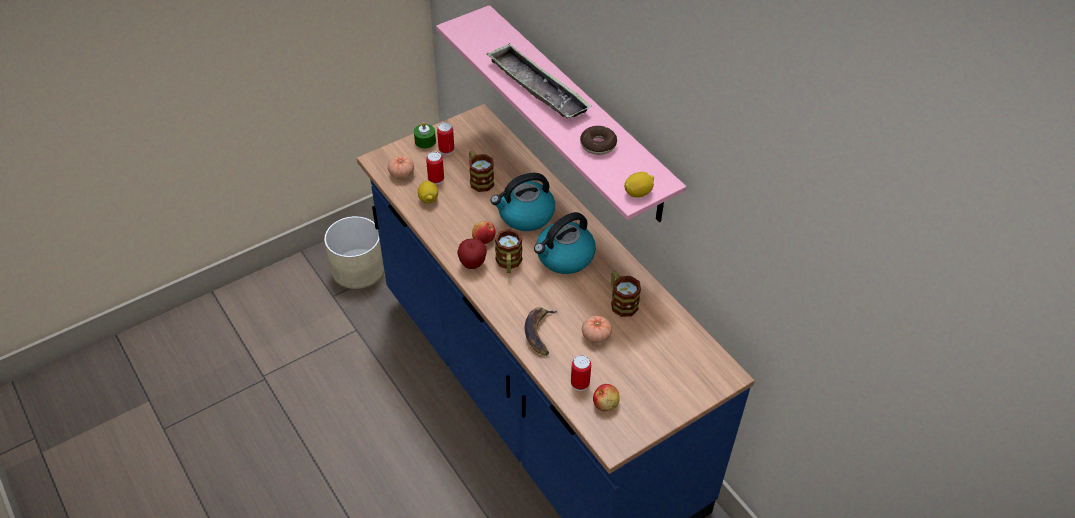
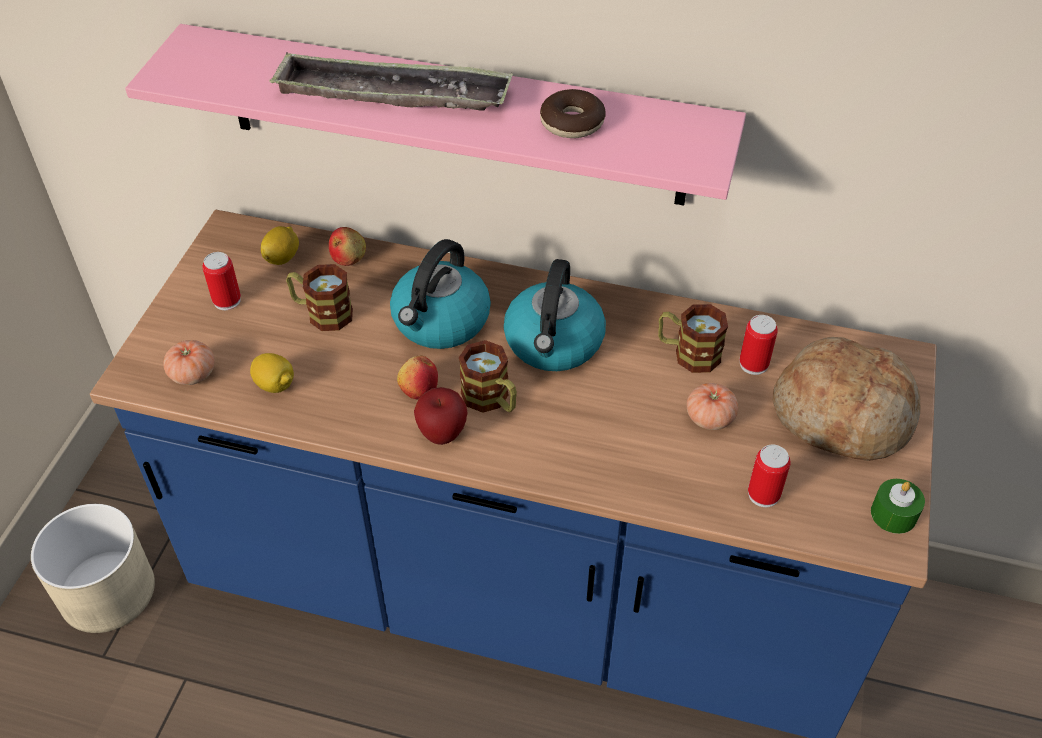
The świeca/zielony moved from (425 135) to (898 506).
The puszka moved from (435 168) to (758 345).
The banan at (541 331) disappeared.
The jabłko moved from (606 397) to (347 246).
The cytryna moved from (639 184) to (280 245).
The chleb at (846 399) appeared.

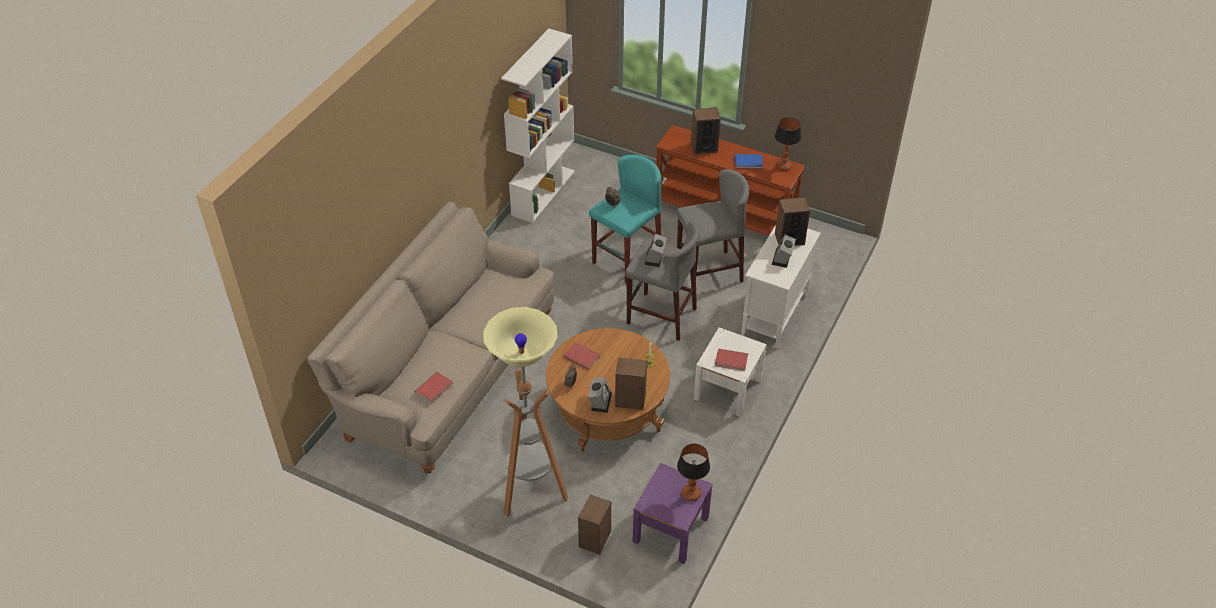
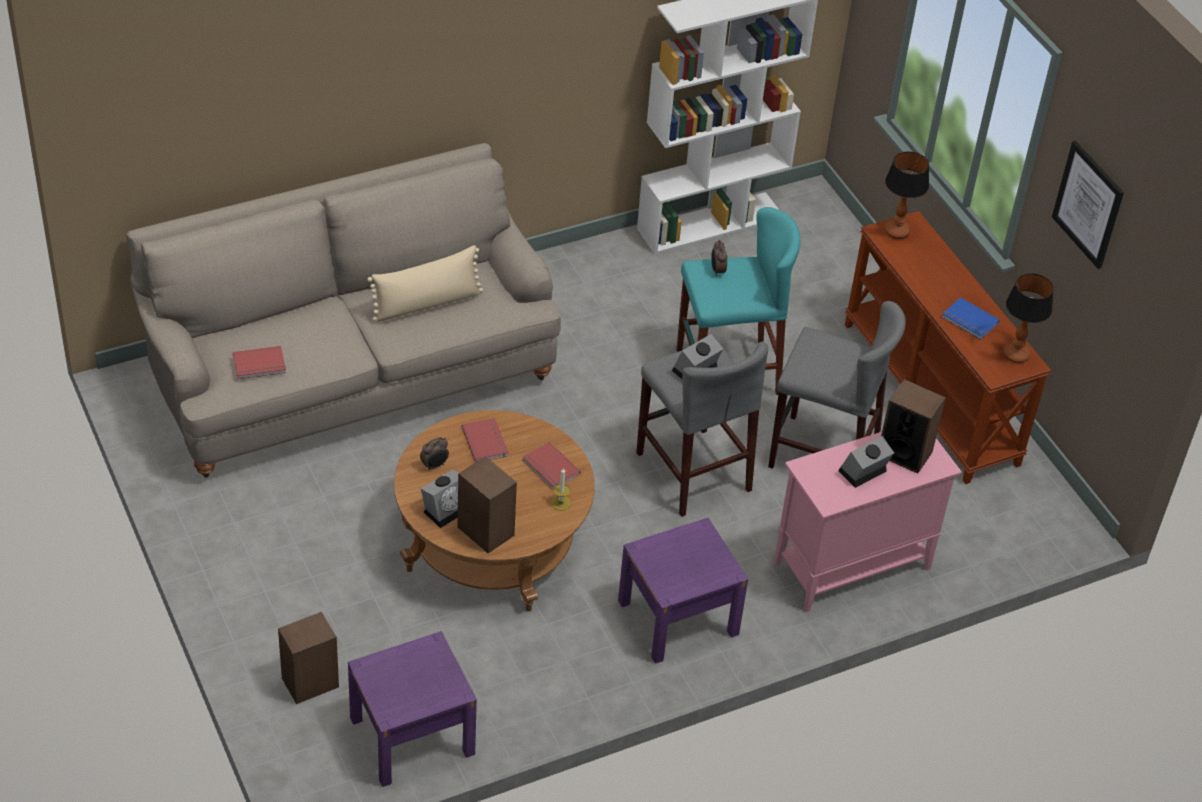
The lampa stojąca at (525 412) disappeared.
The lampa stołowa moved from (693 472) to (907 195).
The głośnik at (706 131) disappeared.
The szafka nocna/biały at (730 372) became the szafka nocna/fioletowy at (683 591).
The książka/czerwony moved from (731 360) to (552 465).
The szafka/biały at (781 287) became the szafka/różowy at (868 522).
The poduszka/beżowy at (425 283) appeared.
The obraz at (1088 205) appeared.

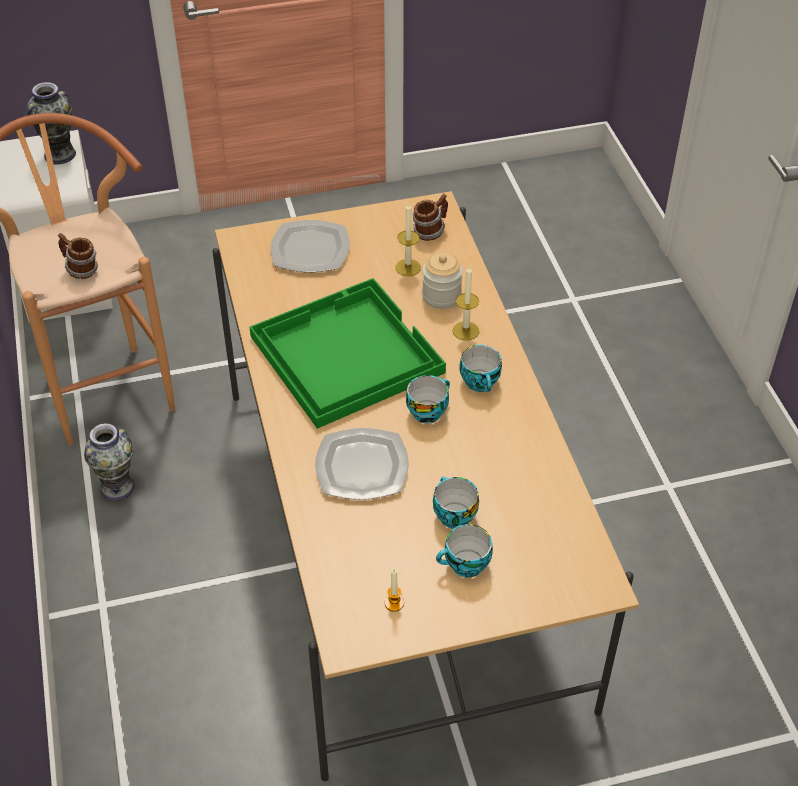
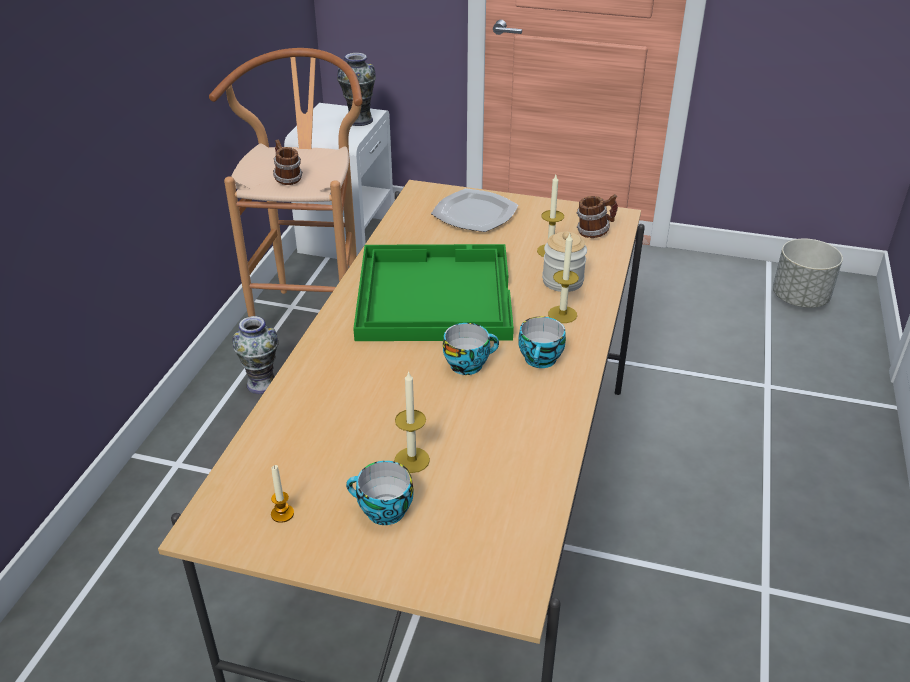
The talerz at (362 464) disappeared.
The filiżanka at (456 502) was replaced by the świeca at (412 422).
The donica/szary at (808 273) appeared.

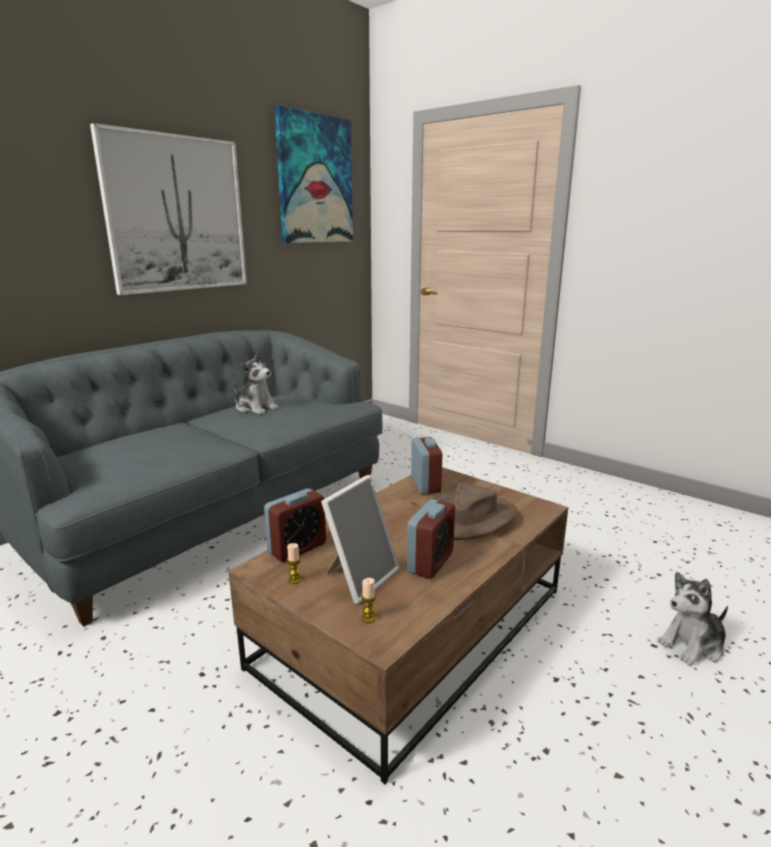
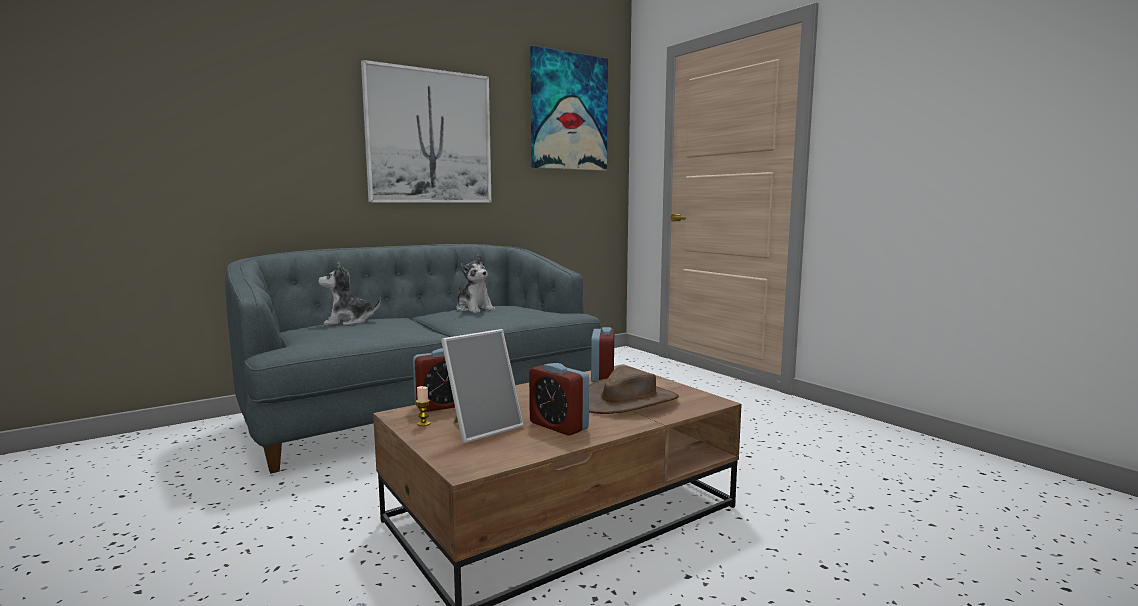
The świeca at (368 600) disappeared.
The budzik at (431 539) turned 90 degrees clockwise.
The pluszak moved from (692 619) to (350 294).

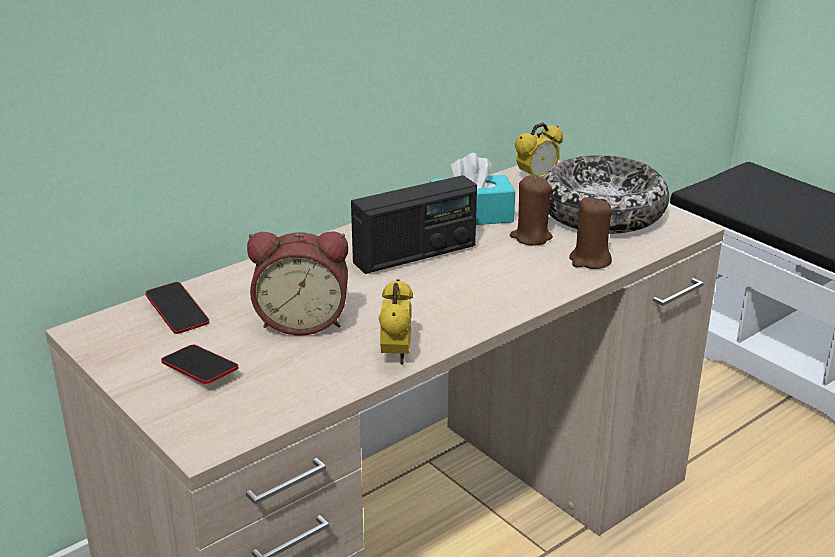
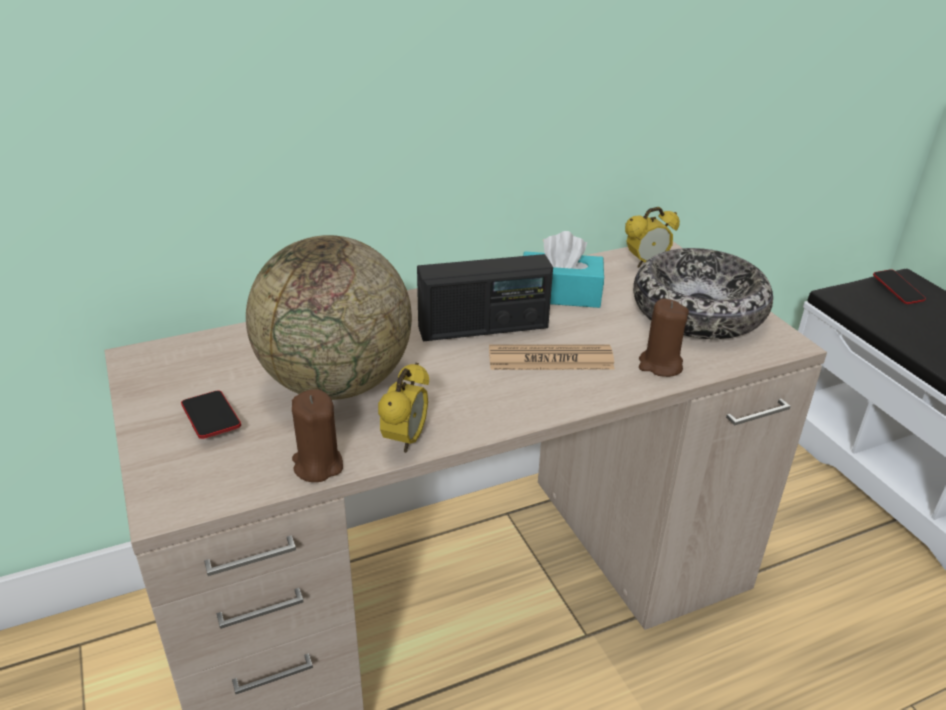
The telefon moved from (177 308) to (899 286).
The budzik at (297 283) was replaced by the globus at (329 317).
The świeca/brązowy moved from (531 210) to (317 435).
The gazeta at (552 357) appeared.

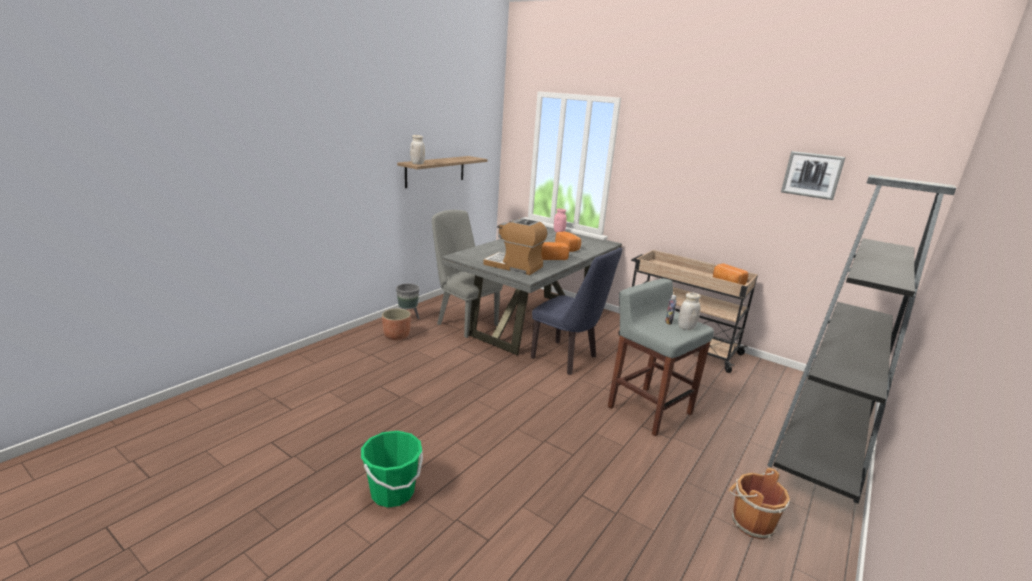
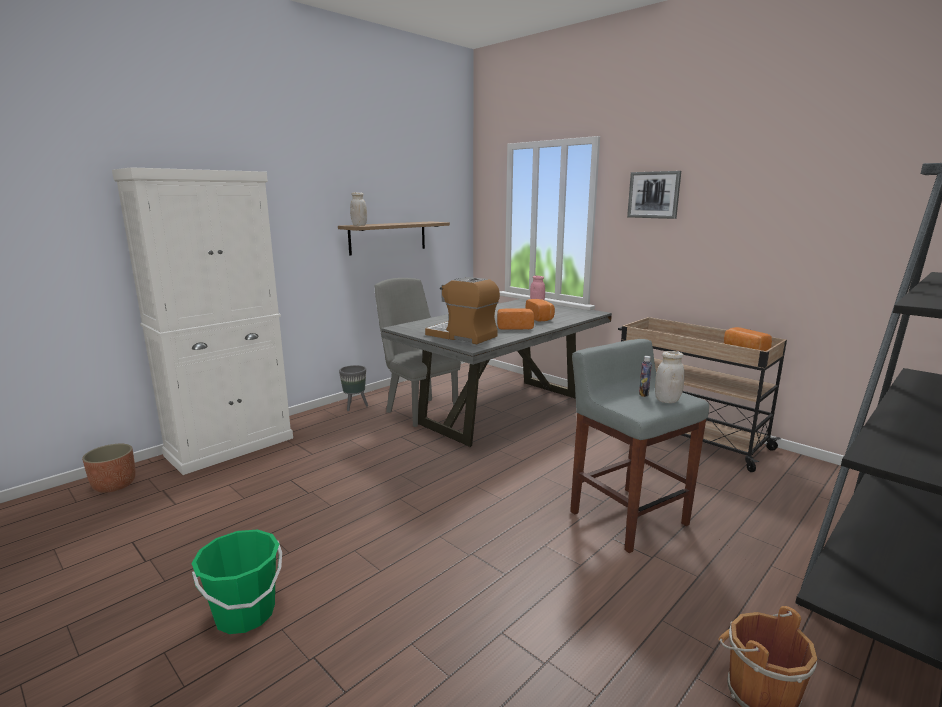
The donica moved from (396 324) to (108 468).
The krzesło/niebieski at (576 311) disappeared.
The obraz moved from (813 175) to (654 195).
The szafka/biały at (202 321) appeared.

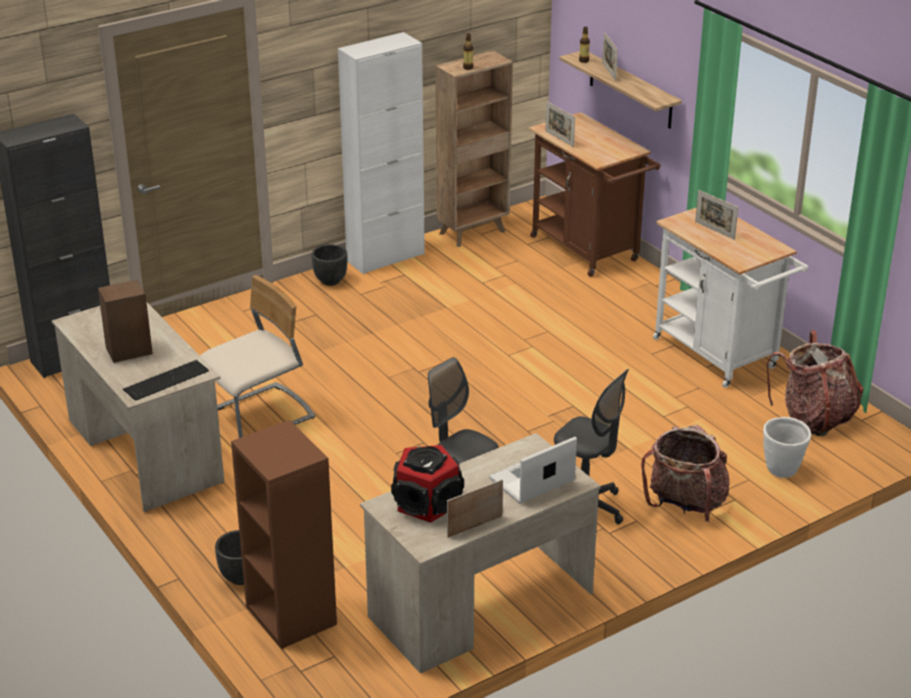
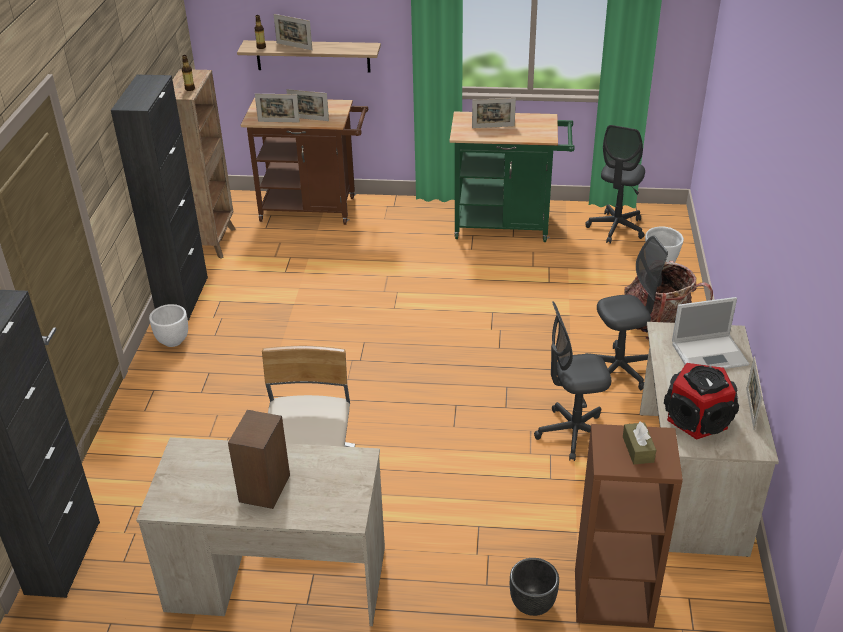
The klawiatura at (166 380) disappeared.
The donica/czarny at (330 265) became the donica/biały at (168 325).
The szafka/biały at (381 153) became the szafka/czarny at (159 197).
The laptop at (533 470) turned 105 degrees counterclockwise.
The wózek/biały at (730 297) became the wózek/zielony at (512 176).
The plecak at (815 383) was replaced by the krzesło biurowe/szary at (615 184).
The ramka na zdjęcie at (307 105) appeared.
The pudełko chusteczek/brązowy at (639 443) appeared.

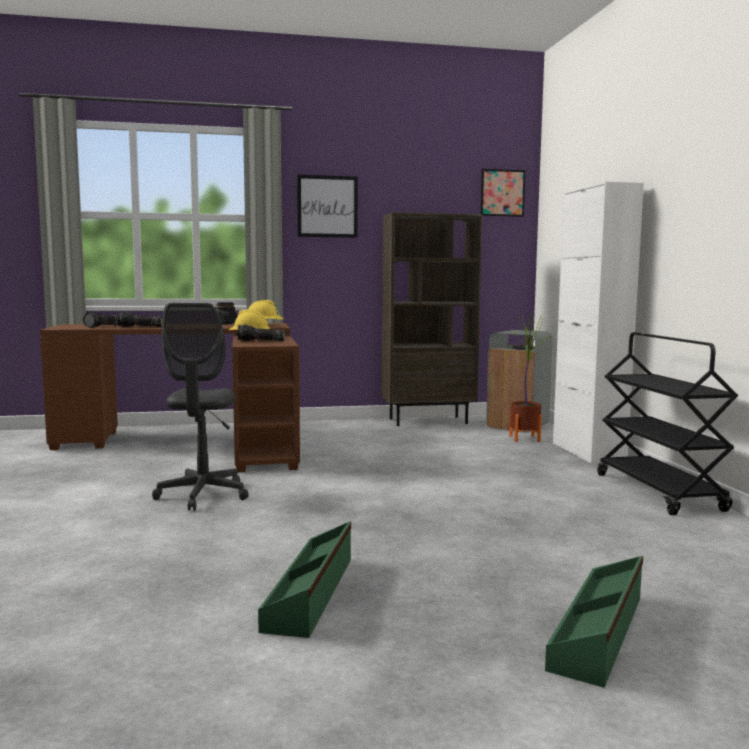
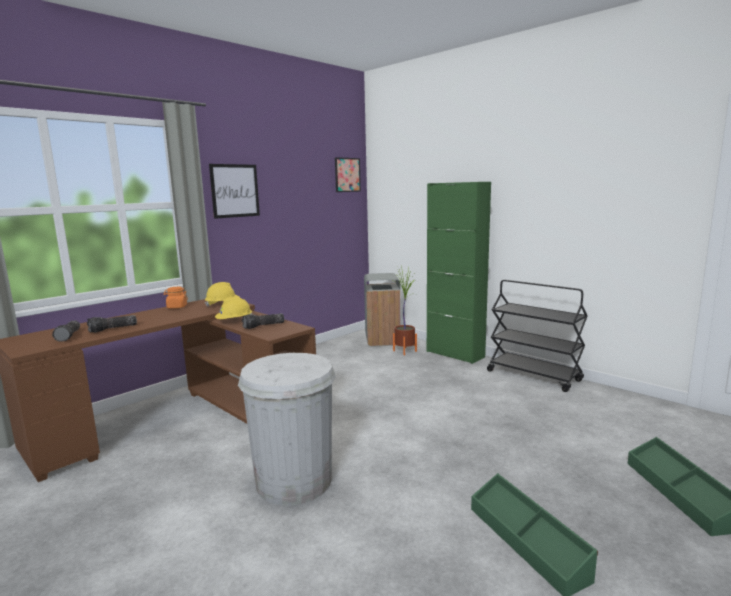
The krzesło biurowe/szary at (200 407) was replaced by the kosz na śmieci/biały at (287 429).
The słoik/czarny at (226 313) became the słoik/pomarańczowy at (175 298).
The regał/brązowy at (432 319) disappeared.
The szafka/biały at (598 323) became the szafka/zielony at (459 273).

